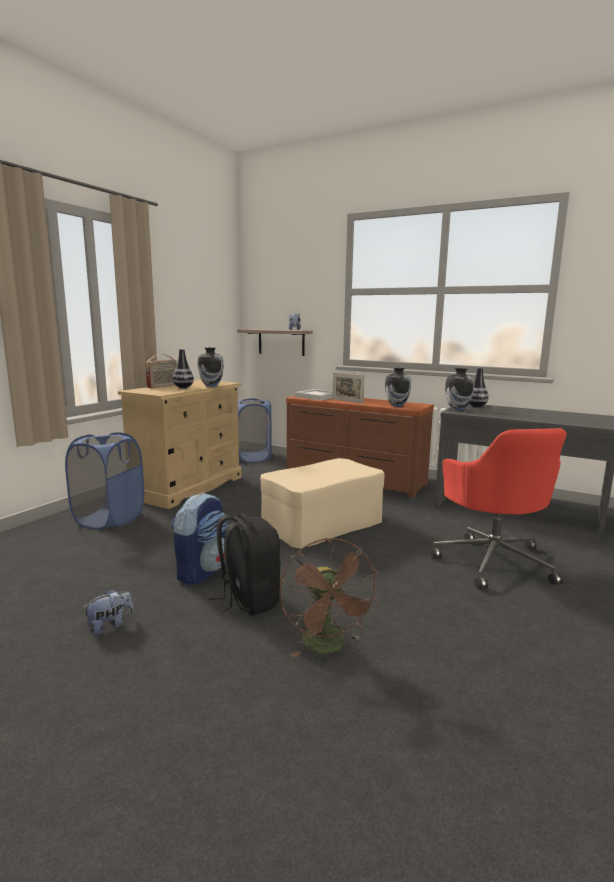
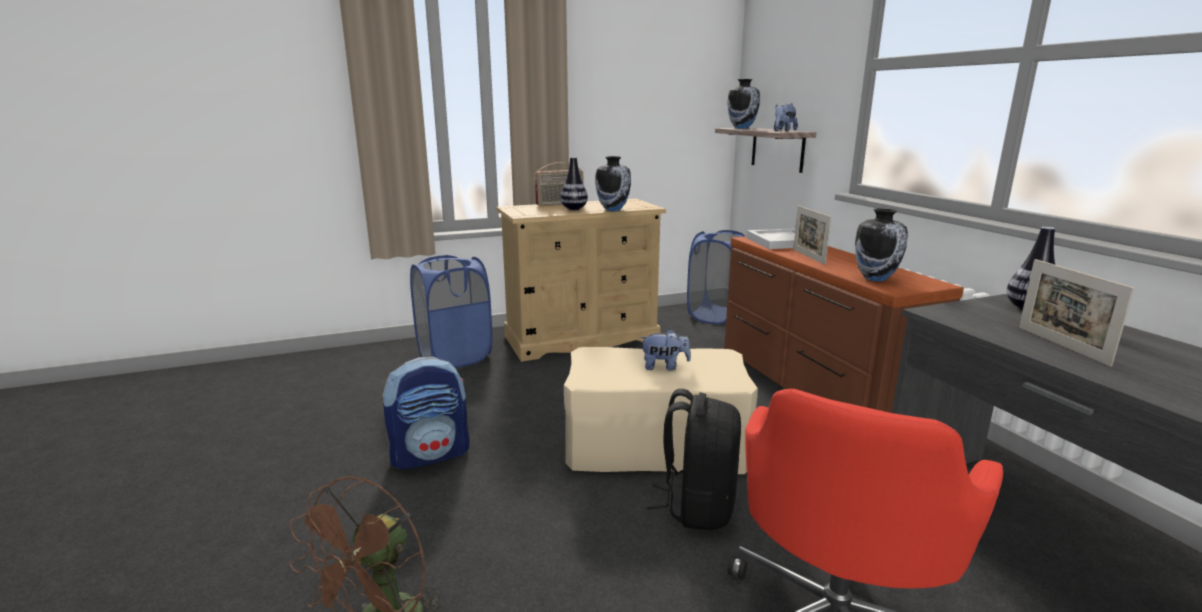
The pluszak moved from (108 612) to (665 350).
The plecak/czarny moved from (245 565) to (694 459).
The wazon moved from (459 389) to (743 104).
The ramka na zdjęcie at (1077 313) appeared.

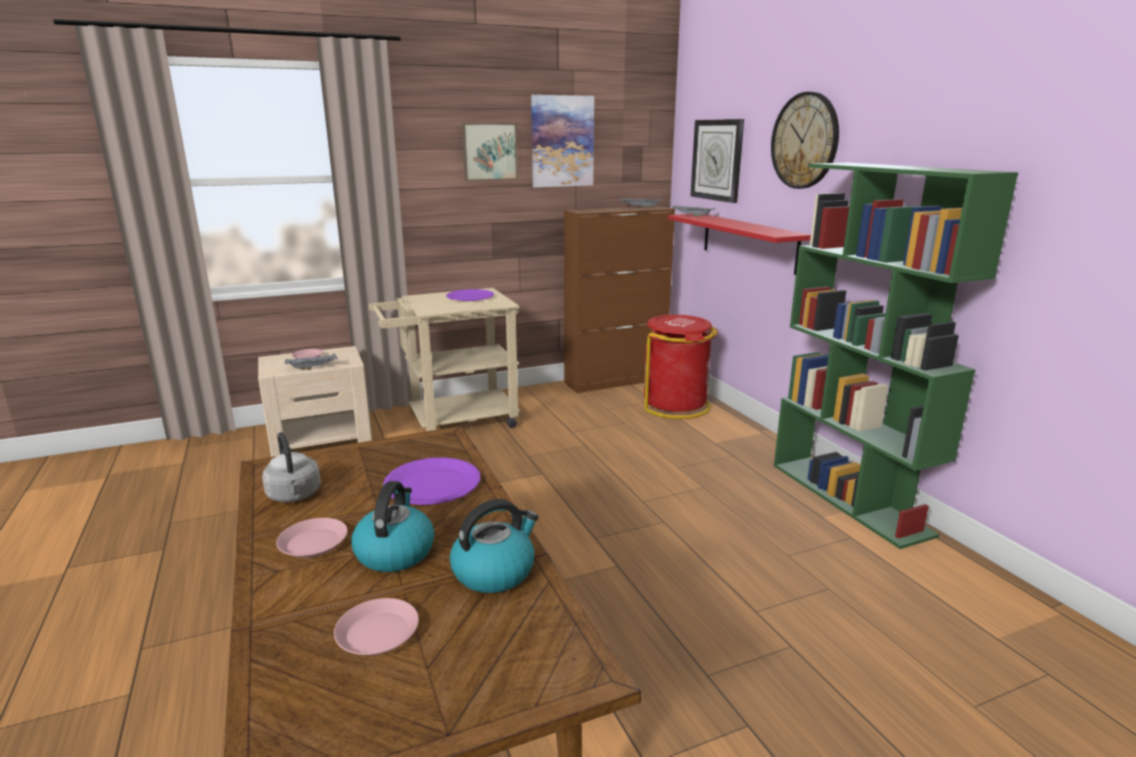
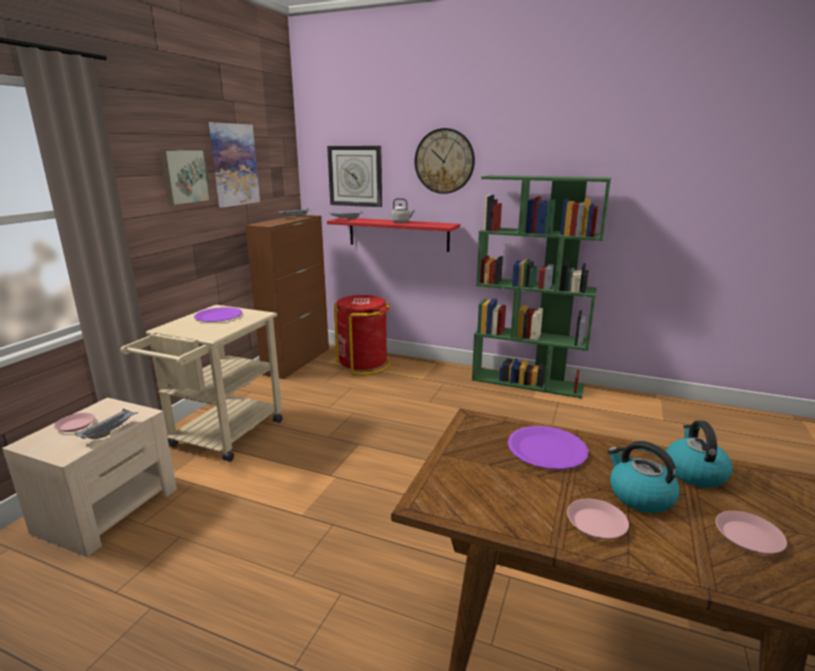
The czajnik/szary moved from (291 467) to (403 210).

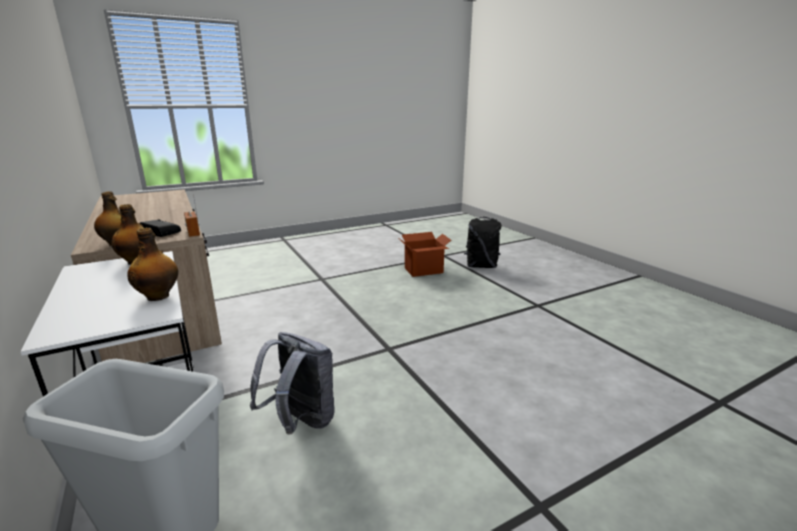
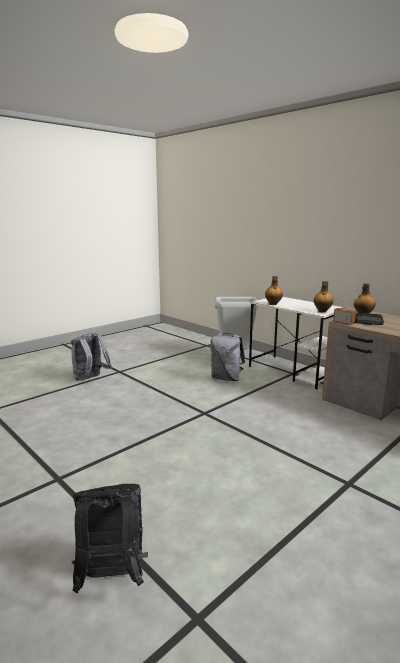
The karton at (424 254) disappeared.
The plecak/szary at (91 357) appeared.

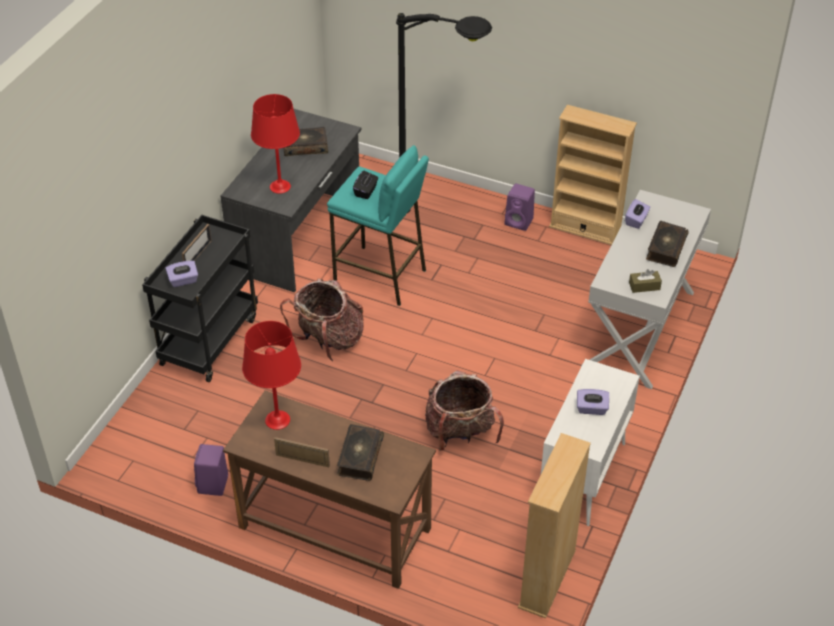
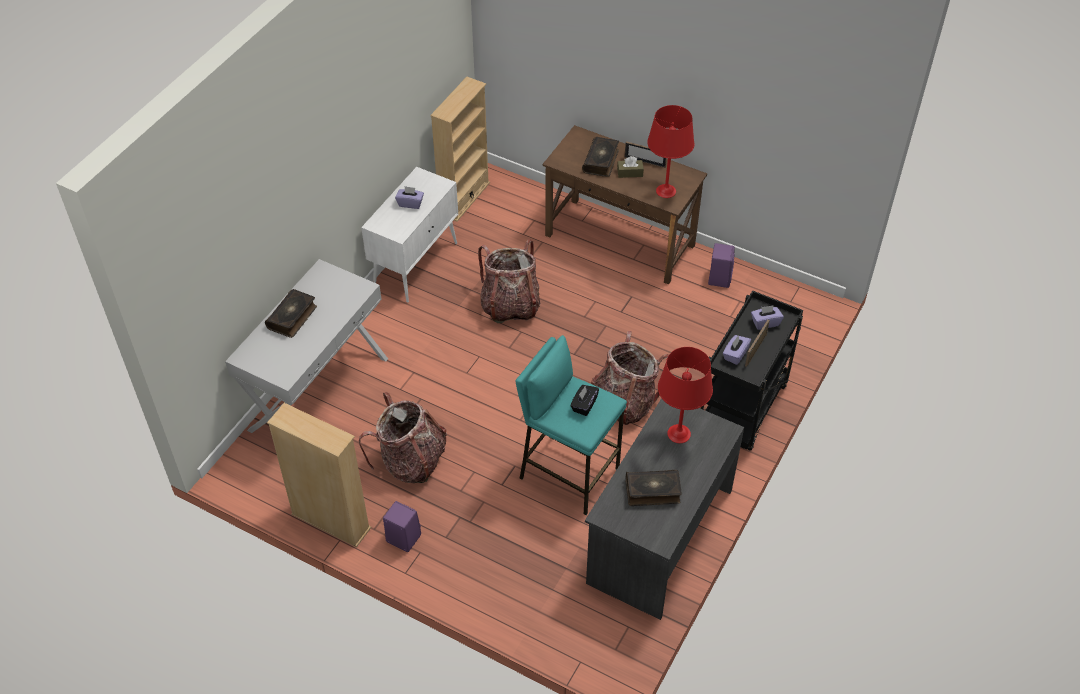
The lampa stojąca/czarny at (444 113) disappeared.
The pudełko chusteczek/fioletowy moved from (637 214) to (737 350).
The pudełko chusteczek/brązowy moved from (645 281) to (630 167).
The plecak at (403 437) appeared.

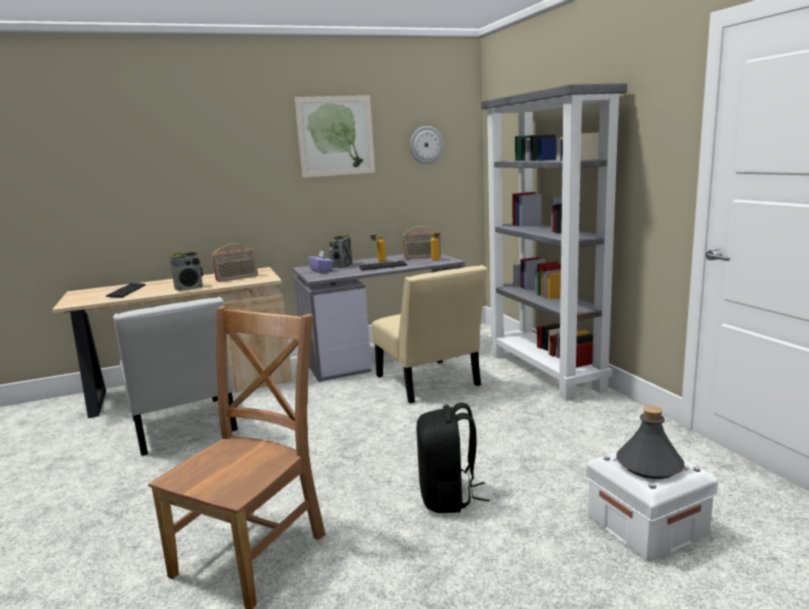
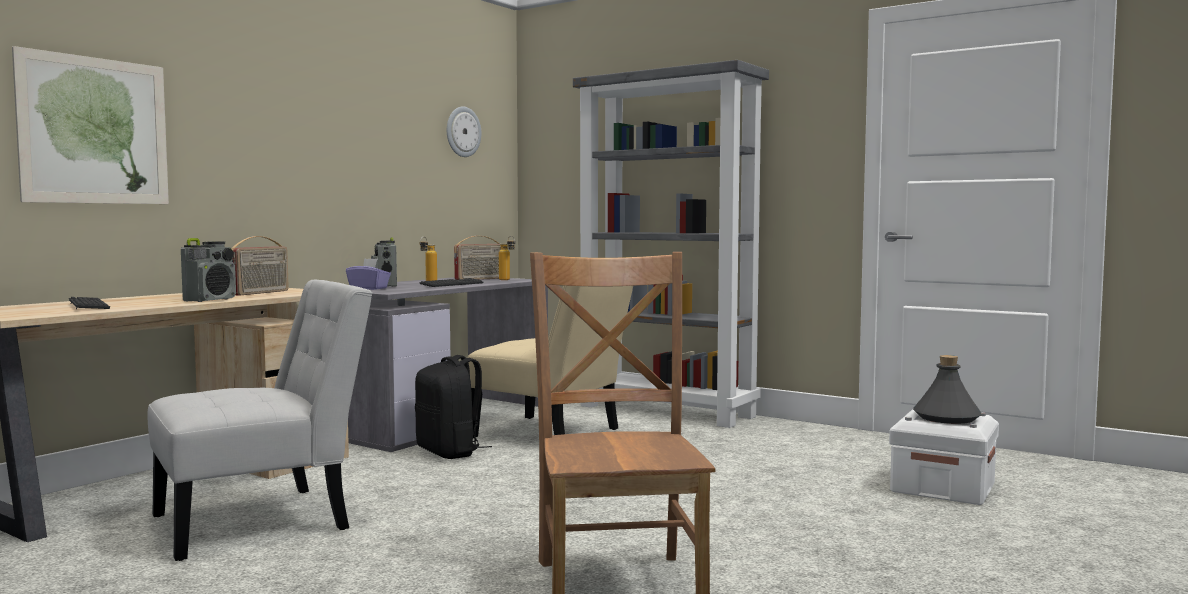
The krzesło/biały at (175 376) turned 60 degrees counterclockwise.
The obraz moved from (335 136) to (90 125).
The plecak/czarny moved from (453 458) to (453 407).

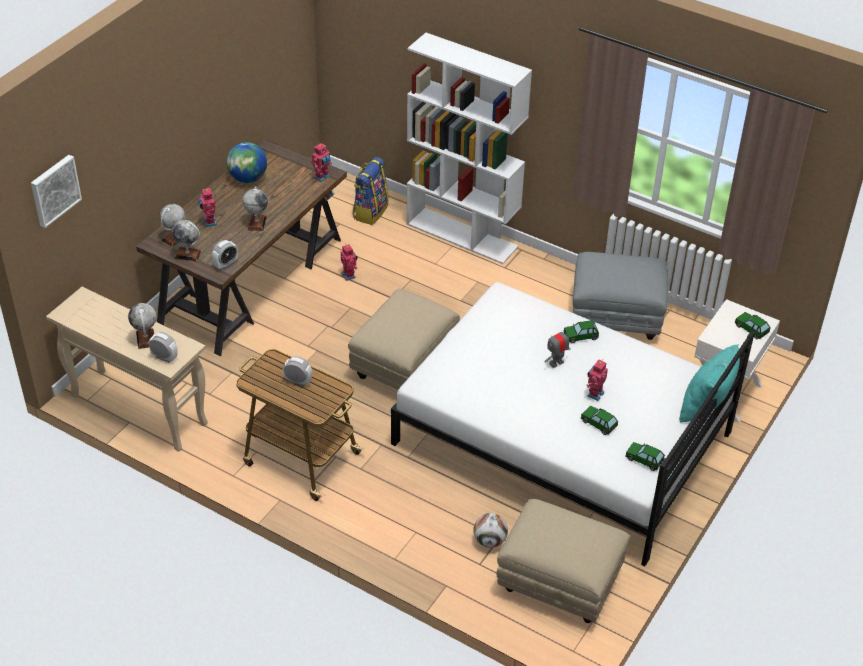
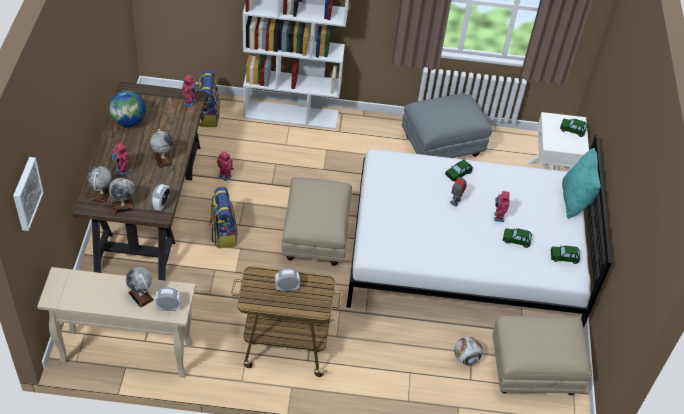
The plecak at (223 217) appeared.

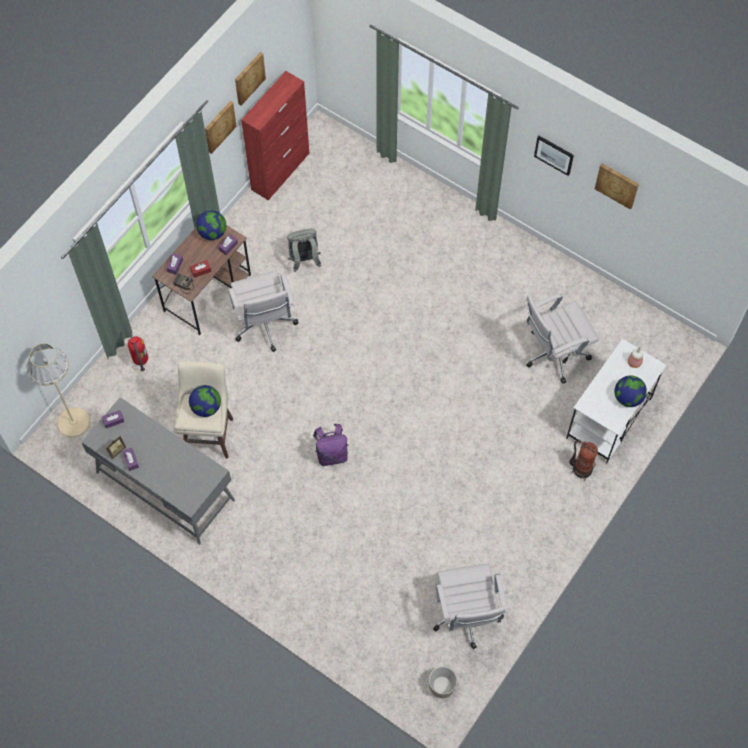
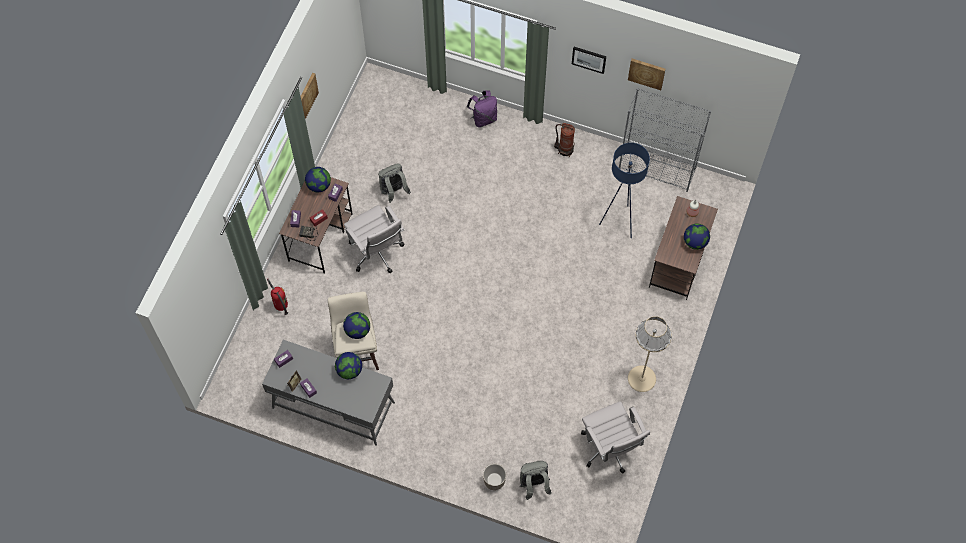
The lampa stojąca/beżowy moved from (58 390) to (650 354).
The obraz at (250 79) disappeared.
The szafka/czerwony at (275 135) disappeared.
The plecak/fioletowy moved from (331 445) to (482 109).
The donica moved from (443 682) to (494 477).
The krzesło biurowe/biały at (562 338) was replaced by the lampa stojąca/niebieski at (624 190).
The biurko/biały at (616 401) became the biurko/brązowy at (683 248).
The gaśnica moved from (583 461) to (564 140).
The globus at (348 365) appeared.
The plecak/szary at (535 480) appeared.
The regał/szary at (665 140) appeared.

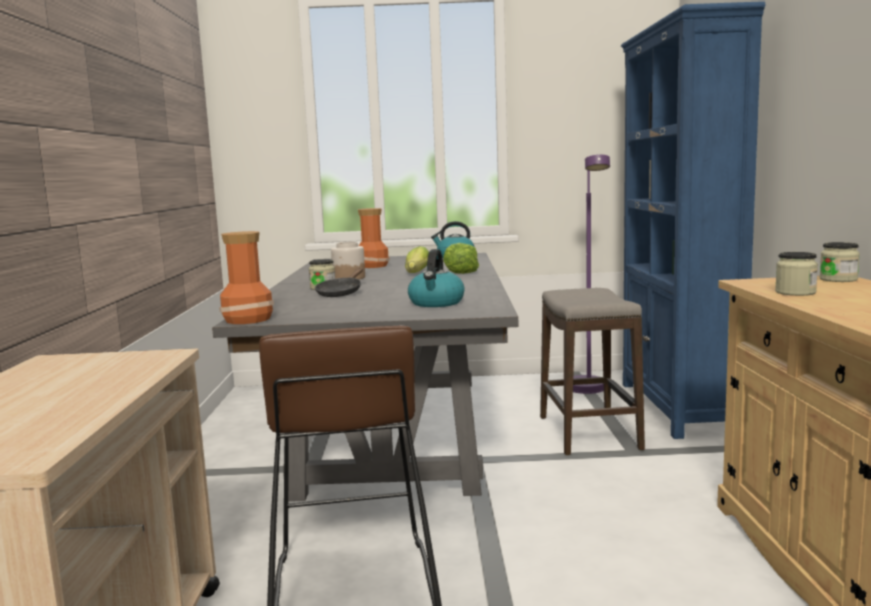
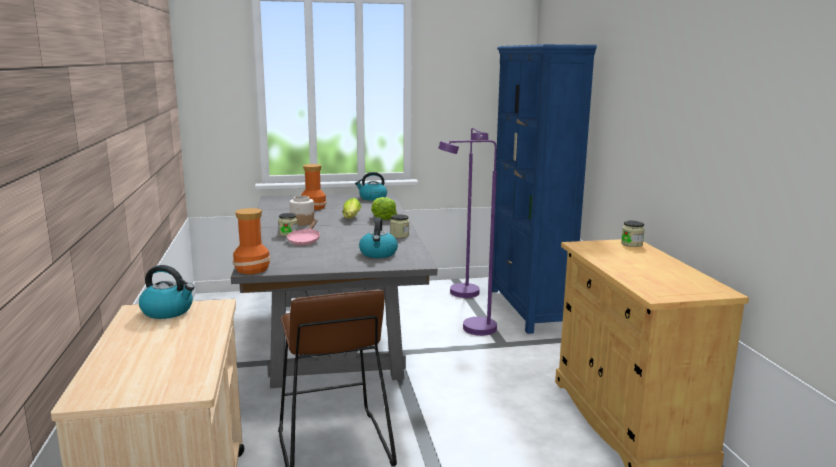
The patelnia/czarny at (339 282) became the patelnia/różowy at (303 232).
The stołek at (592 372) was replaced by the lampa stojąca/fioletowy at (467 238).
The słoik moved from (796 274) to (399 226).
The czajnik at (167 292) appeared.

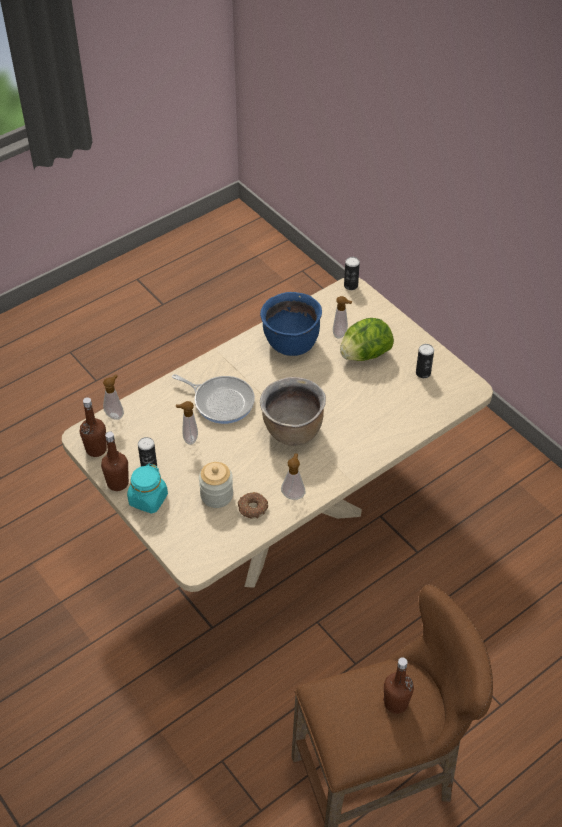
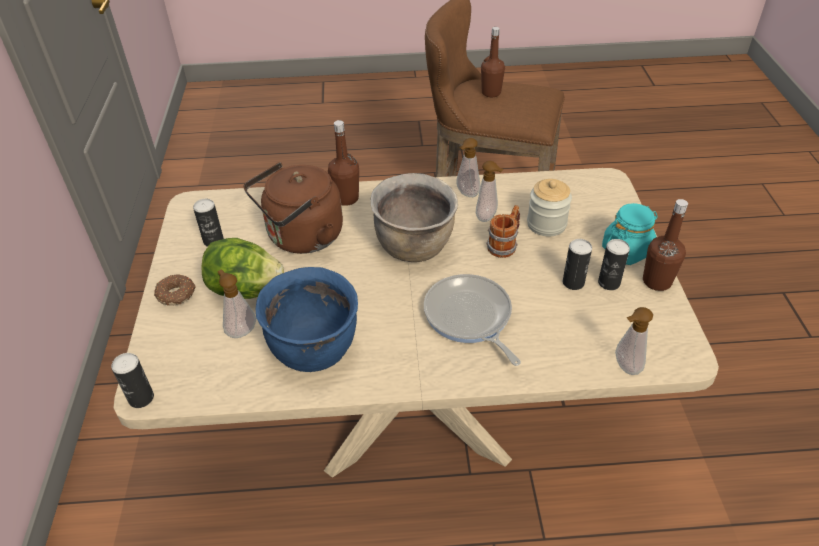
The butelka/brązowy moved from (93 427) to (343 163).
The dozownik mydła moved from (187 423) to (490 191).
The donut moved from (253 505) to (175 289).
The czajnik/brązowy at (293 208) appeared.
The kubek at (503 231) appeared.
The puszka at (577 264) appeared.

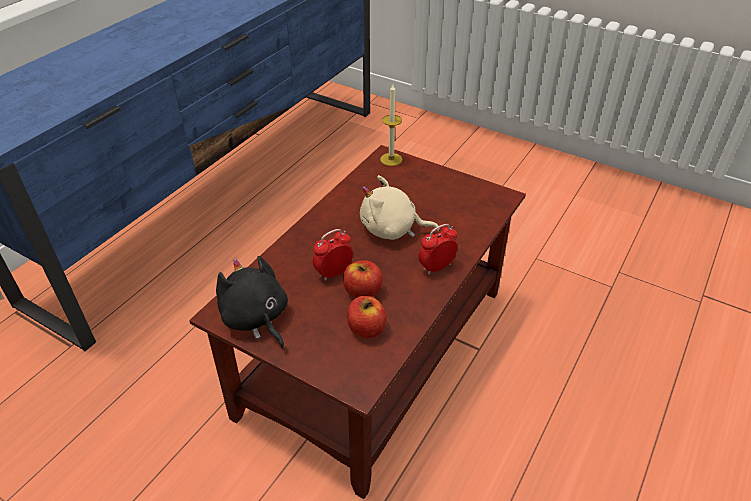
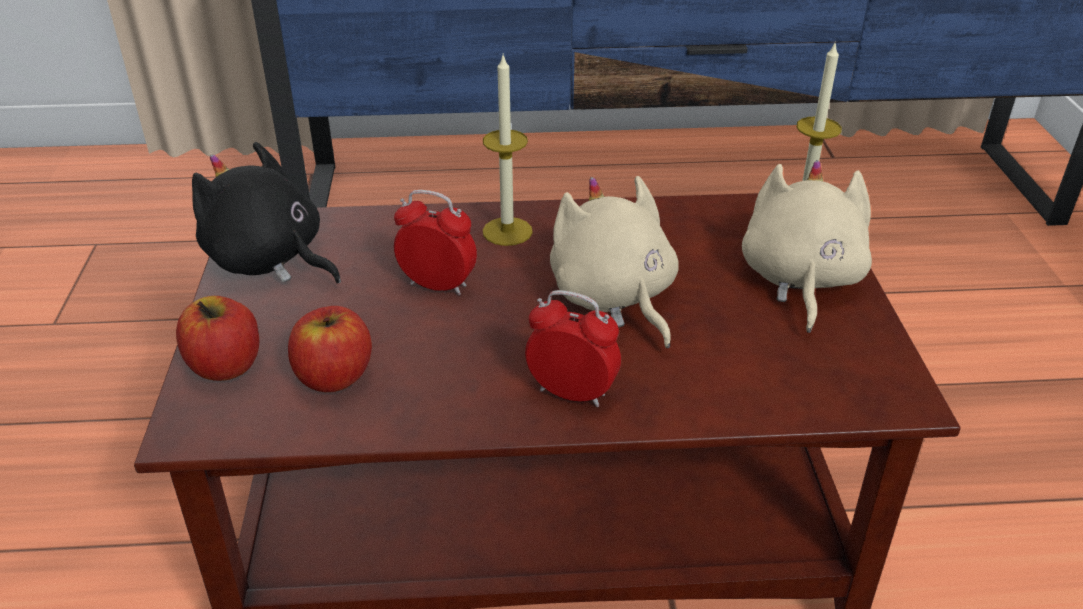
The pluszak/czarny at (252 302) turned 75 degrees counterclockwise.
The jabłko moved from (363 279) to (217 338).
The świeca at (508 151) appeared.
The pluszak/beżowy at (807 246) appeared.

